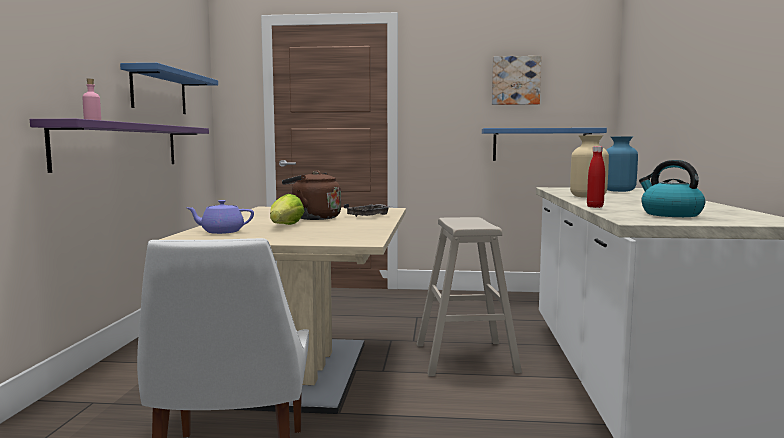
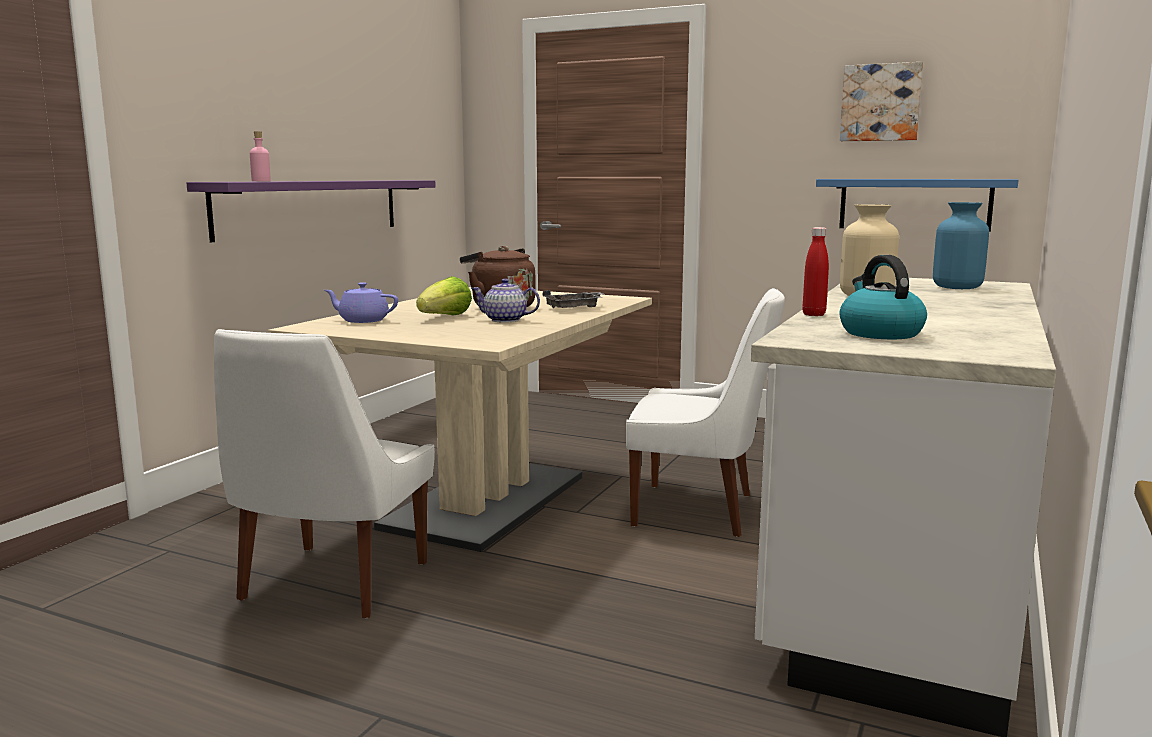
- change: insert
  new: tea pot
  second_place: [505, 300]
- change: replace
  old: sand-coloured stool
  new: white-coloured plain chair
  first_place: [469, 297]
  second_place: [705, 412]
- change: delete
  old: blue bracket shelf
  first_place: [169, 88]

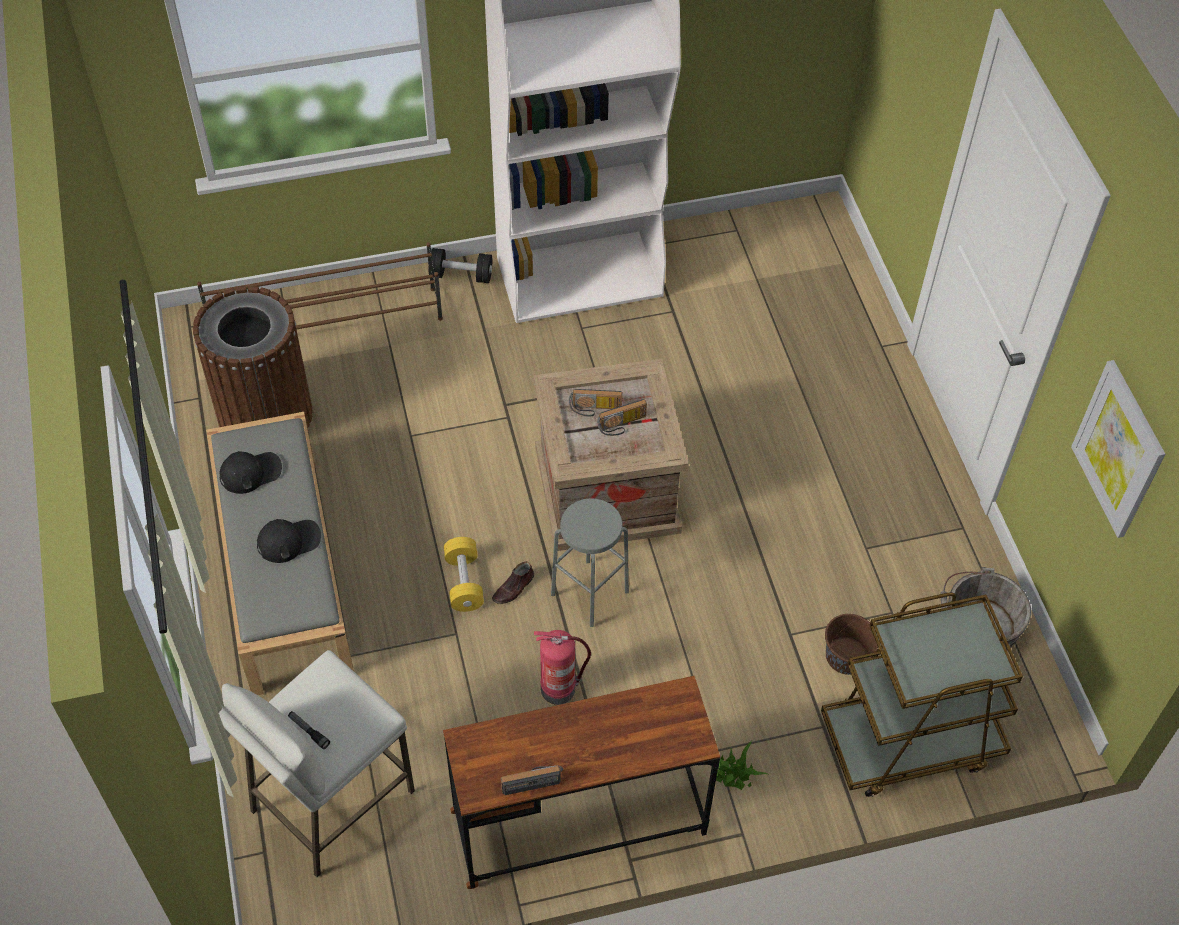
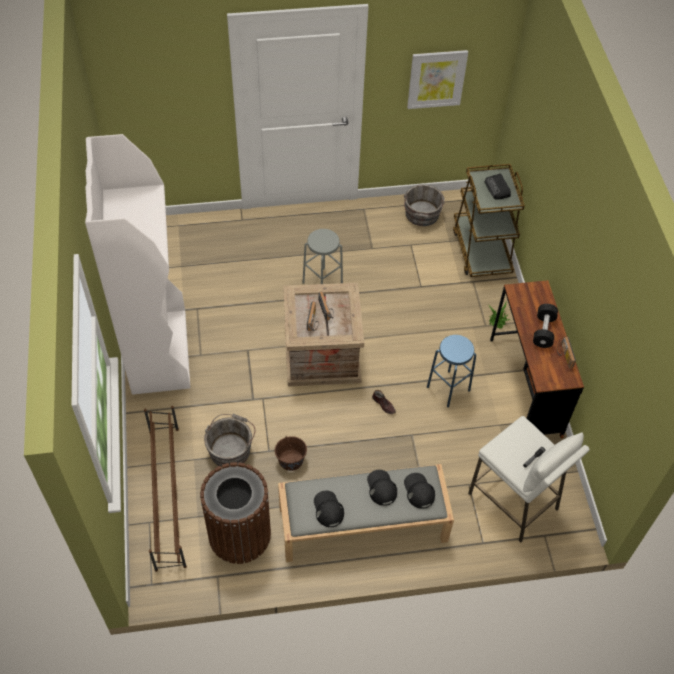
- change: insert
  new: grey bucket
  second_place: [229, 440]
- change: move
  old: brownish bucket
  first_place: [851, 644]
  second_place: [291, 453]
- change: move
  old: grey stool
  first_place: [590, 562]
  second_place: [322, 256]
- change: insert
  new: black-coloured cap
  second_place: [419, 491]
- change: replace
  old: fire extinguisher
  new: blue stool
  first_place: [562, 667]
  second_place: [451, 371]
- change: insert
  new: radio receiver
  second_place: [498, 187]
- change: move
  old: black-coloured dumbbell
  first_place: [461, 265]
  second_place: [545, 326]
- change: delete
  old: yellow dumbbell
  first_place: [464, 574]

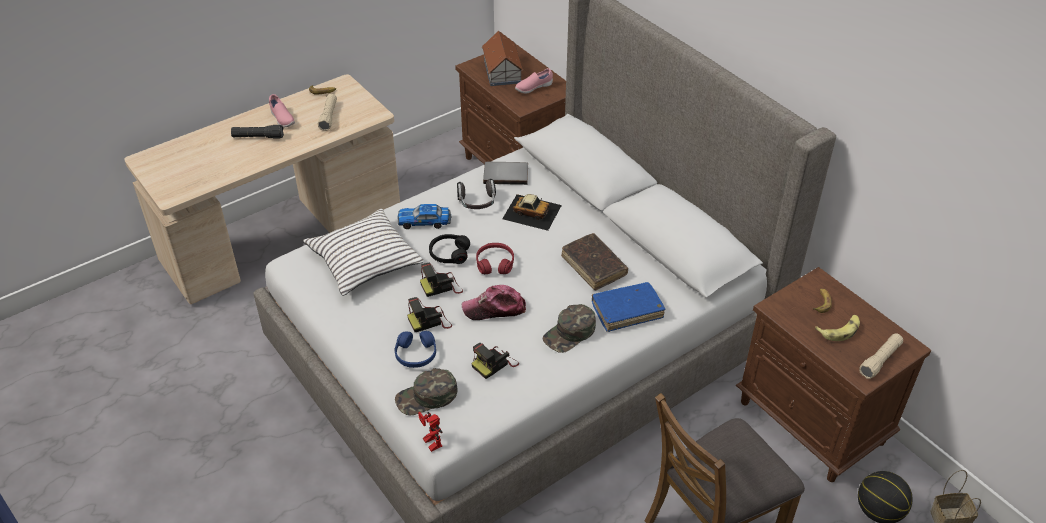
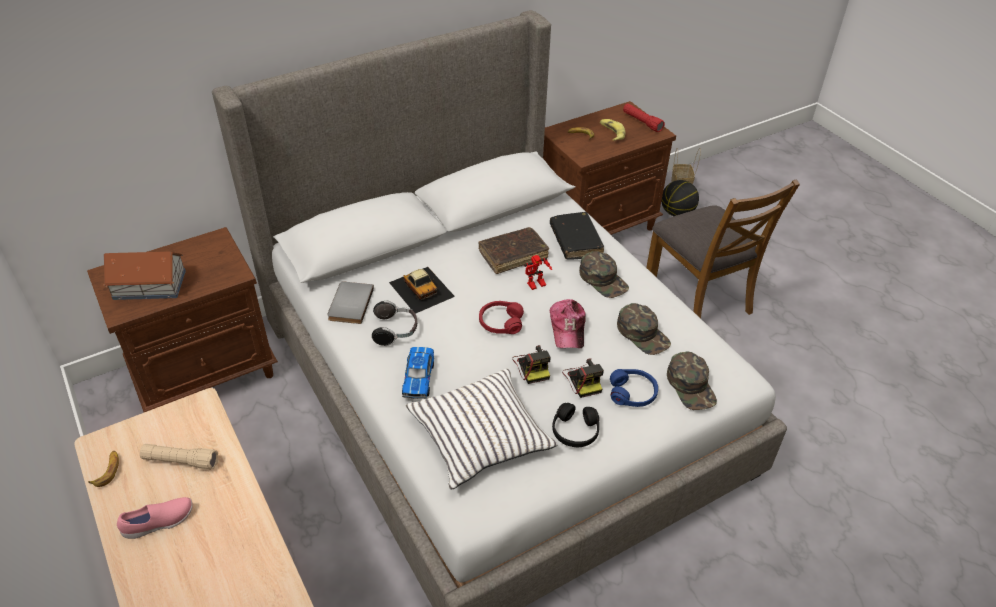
- change: rotate
  old: model car
  first_place: [532, 212]
  second_place: [422, 290]
  degrees: 120
- change: move
  old: toy robot
  first_place: [430, 432]
  second_place: [538, 272]
- change: recolor
  old: blue volume
  new: black-coloured volume
  first_place: [628, 307]
  second_place: [577, 236]
- change: move
  old: black-coloured headphones
  first_place: [449, 249]
  second_place: [575, 425]
- change: replace
  old: photo camera
  new: green cap
  first_place: [495, 361]
  second_place: [644, 329]
- change: recolor
  old: sand-coloured torch
  new: reddish torch
  first_place: [881, 356]
  second_place: [644, 117]
- change: delete
  old: black-coloured torch
  first_place: [257, 132]
- change: delete
  old: pink-coloured shoe
  first_place: [534, 81]

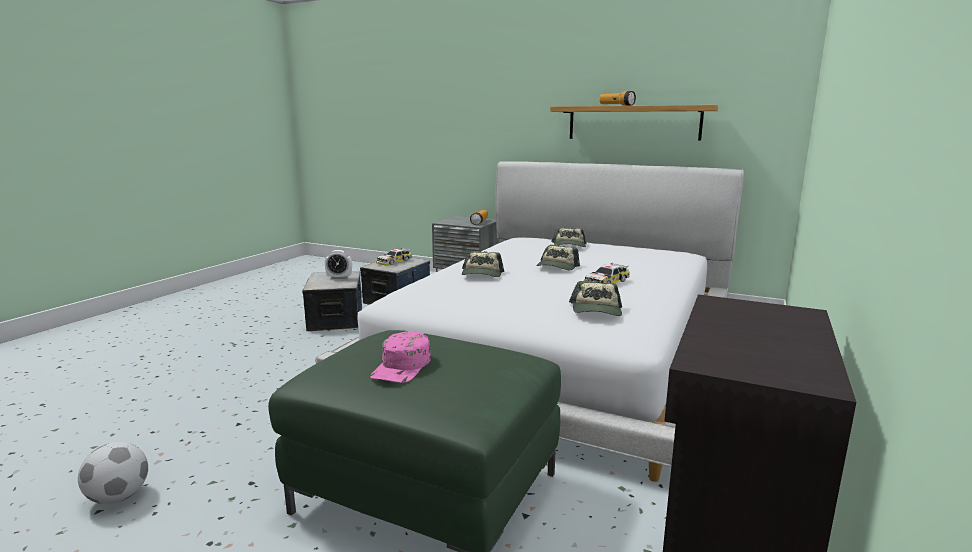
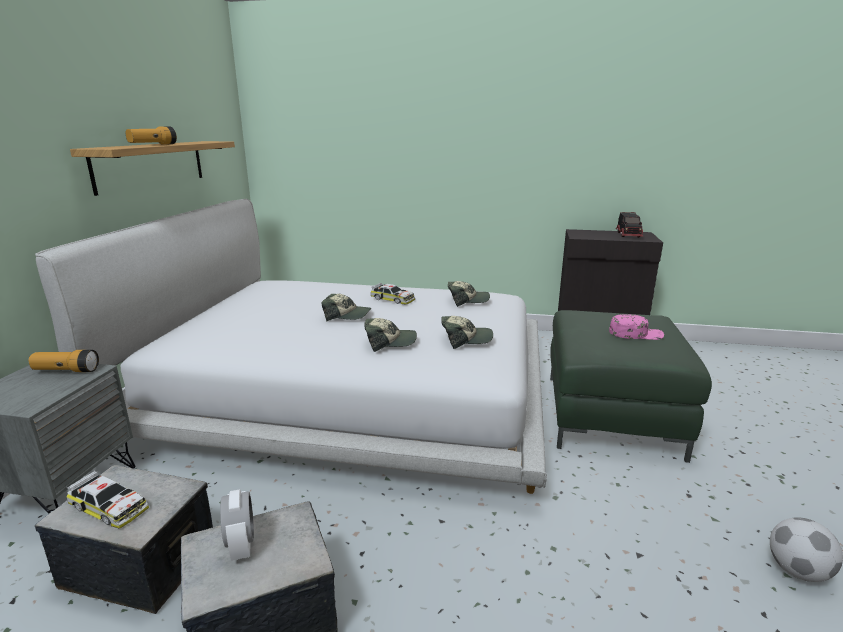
- change: move
  old: cap
  first_place: [569, 237]
  second_place: [467, 332]
- change: insert
  new: model truck
  second_place: [629, 224]

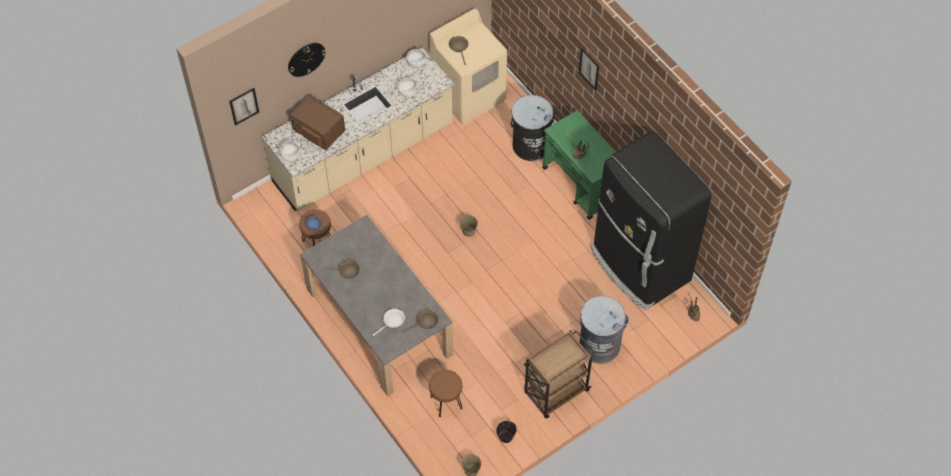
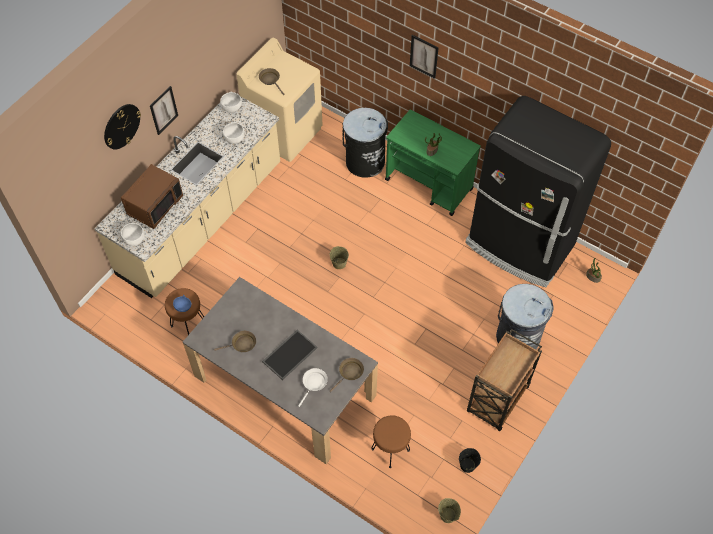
- change: rotate
  old: brownish microwave oven
  first_place: [317, 122]
  second_place: [152, 196]
  degrees: 105
- change: move
  old: wall art
  first_place: [244, 107]
  second_place: [164, 110]
- change: insert
  new: serving tray
  second_place: [290, 355]

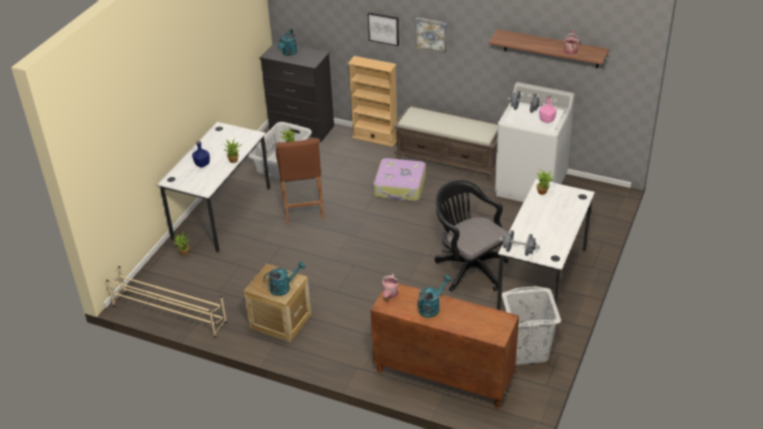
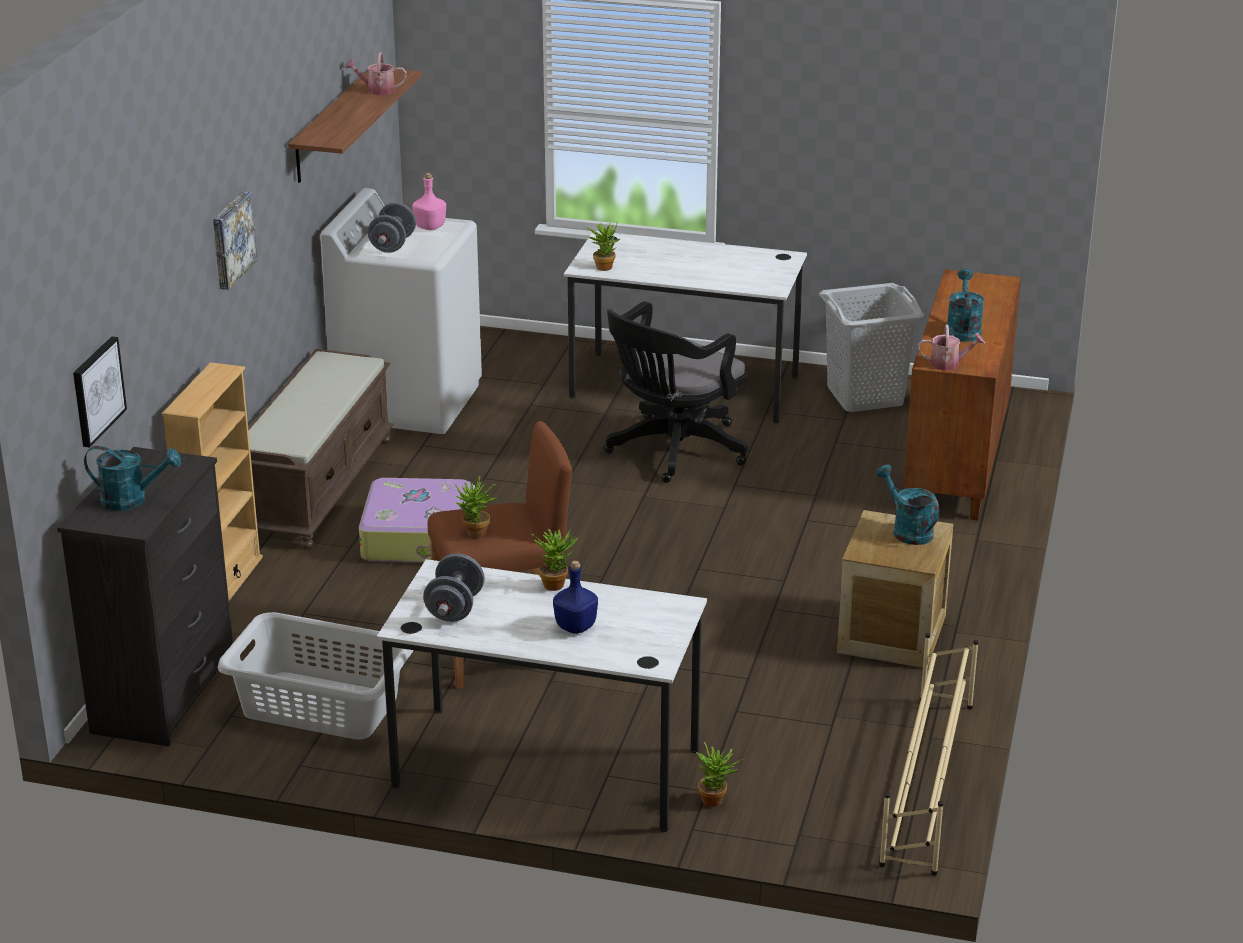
- change: move
  old: wall art
  first_place: [383, 29]
  second_place: [100, 391]
- change: move
  old: grey dumbbell
  first_place: [519, 243]
  second_place: [454, 587]
- change: rotate
  old: turquoise-coloured sprinkling can
  first_place: [434, 296]
  second_place: [965, 305]
  degrees: 60

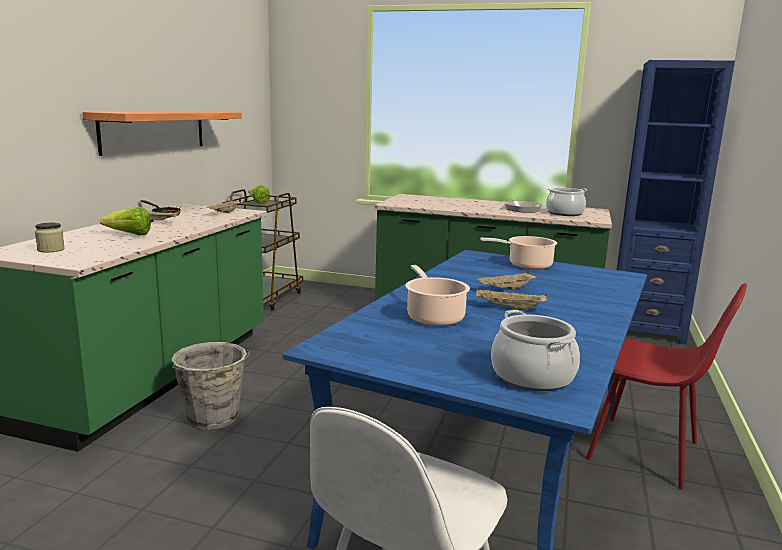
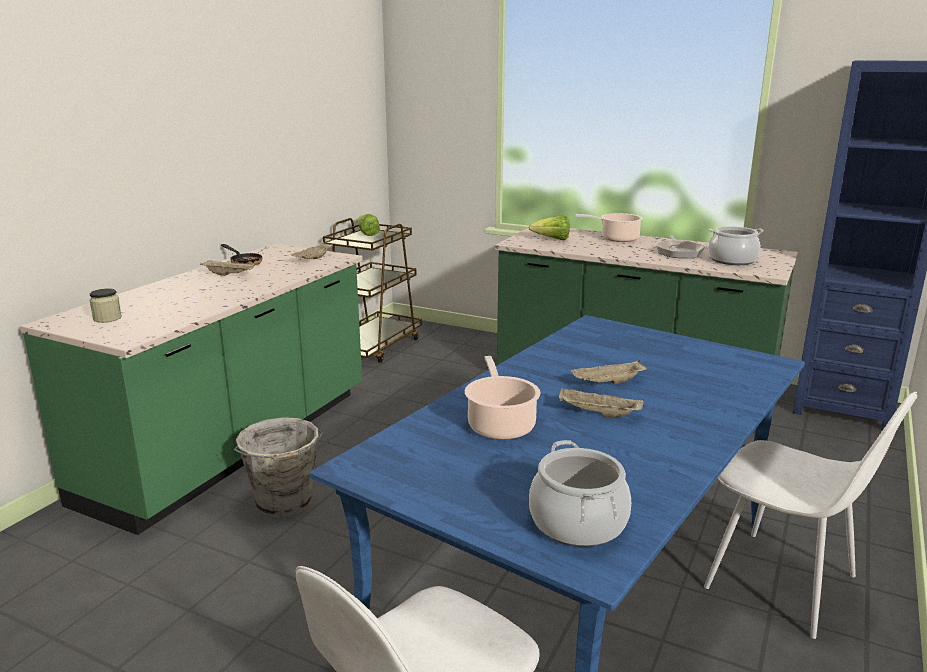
- change: move
  old: lettuce head
  first_place: [125, 221]
  second_place: [549, 227]
- change: move
  old: cooking pot
  first_place: [518, 253]
  second_place: [609, 227]
- change: recolor
  old: reddish plain chair
  new: white-coloured plain chair
  first_place: [666, 386]
  second_place: [810, 515]
- change: delete
  old: bracket shelf
  first_place: [162, 133]

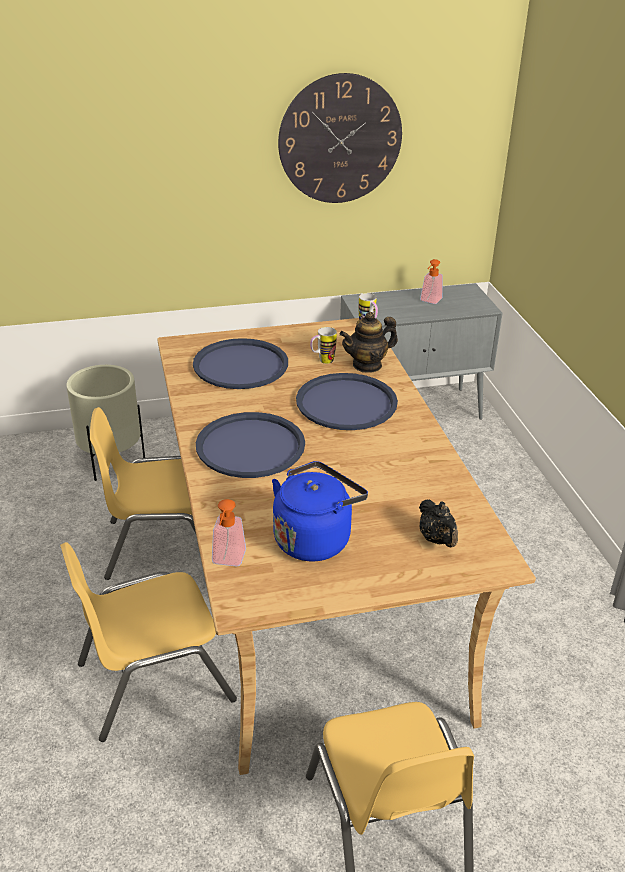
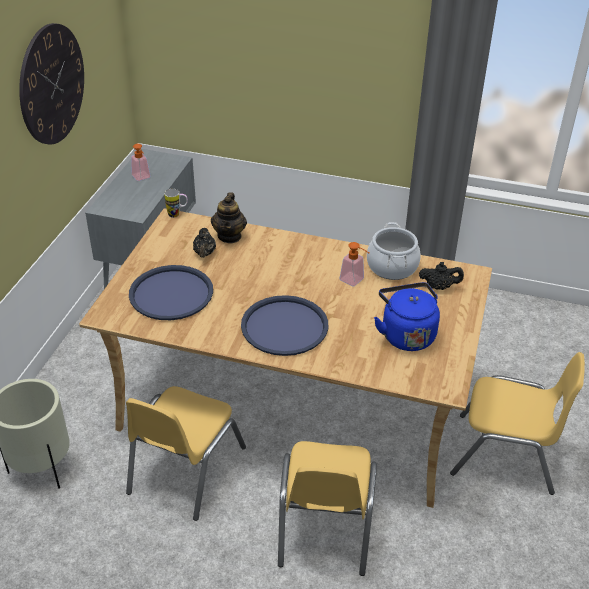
- change: replace
  old: coffee mug
  new: black-coloured tea pot
  first_place: [323, 345]
  second_place: [204, 243]
- change: move
  old: soap bottle
  first_place: [229, 533]
  second_place: [354, 264]
- change: insert
  new: cooking pot
  second_place: [394, 251]
- change: delete
  old: blue serving tray
  first_place: [347, 401]

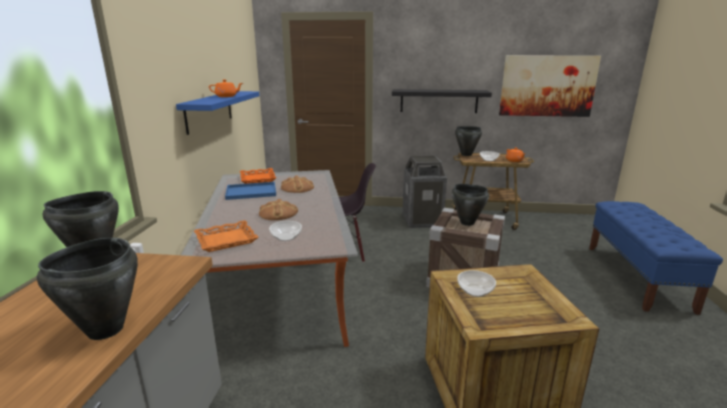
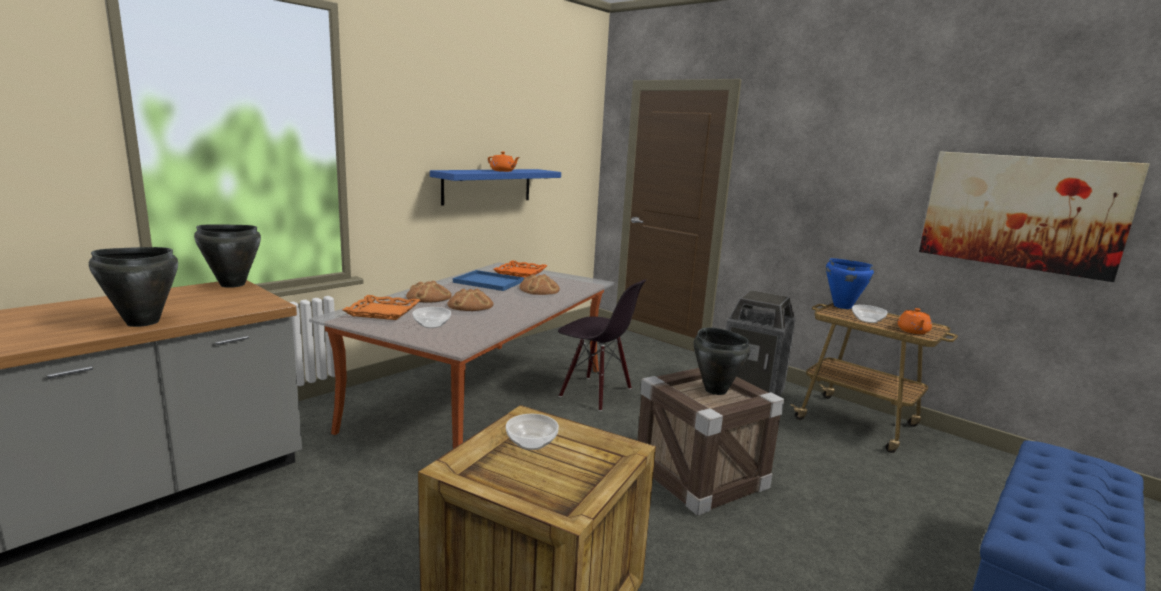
- change: insert
  new: bread
  second_place: [429, 292]
- change: recolor
  old: black-coloured cooking pot
  new: blue cooking pot
  first_place: [468, 141]
  second_place: [850, 283]
- change: delete
  old: black-coloured bracket shelf
  first_place: [442, 101]

